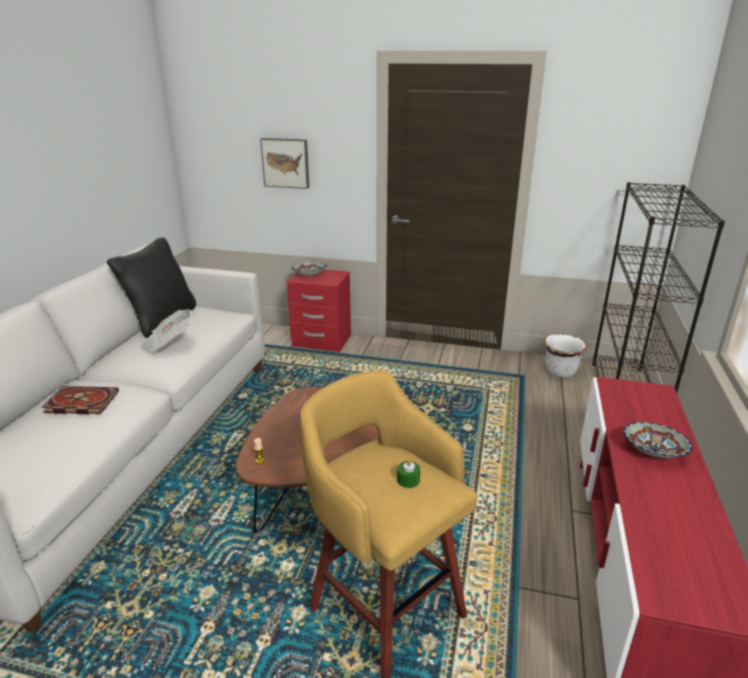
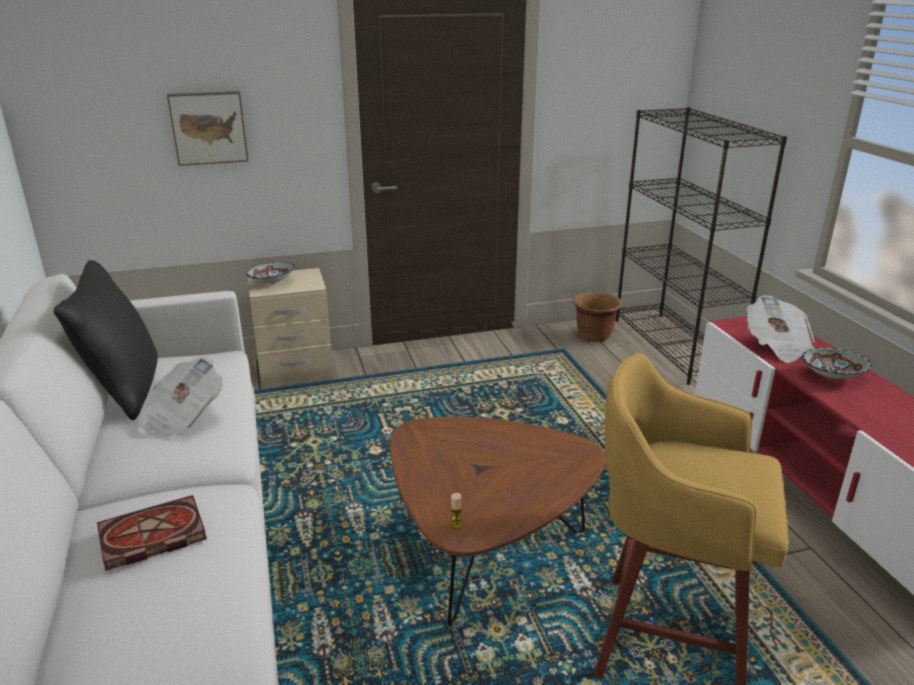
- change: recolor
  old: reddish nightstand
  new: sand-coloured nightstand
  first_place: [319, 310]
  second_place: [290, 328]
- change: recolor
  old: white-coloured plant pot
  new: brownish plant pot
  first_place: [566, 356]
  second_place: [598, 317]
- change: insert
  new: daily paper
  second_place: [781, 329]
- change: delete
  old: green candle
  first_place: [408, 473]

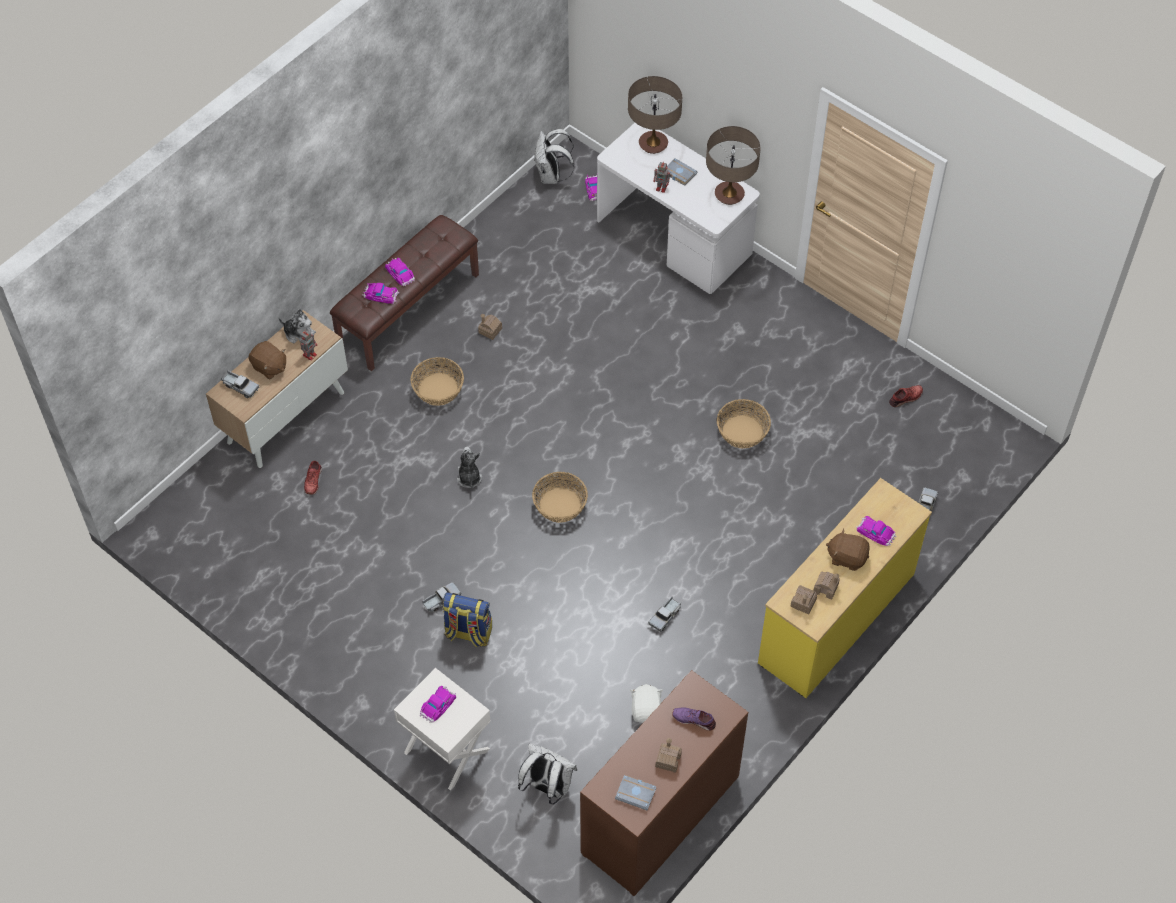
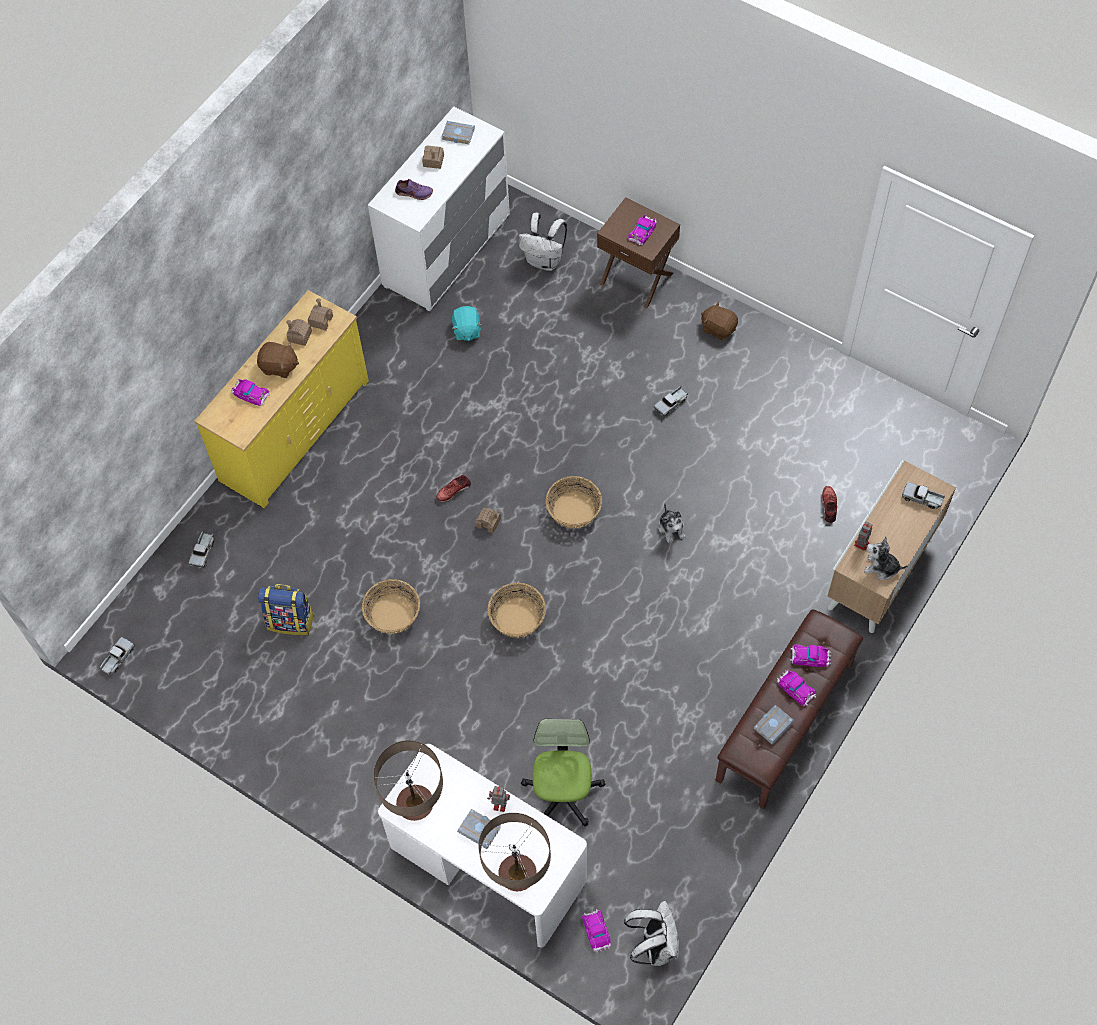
- change: move
  old: model truck
  first_place: [664, 614]
  second_place: [117, 656]
- change: move
  old: knapsack
  first_place: [467, 620]
  second_place: [285, 610]
- change: recolor
  old: brownish drawer chest
  new: white-coloured drawer chest
  first_place: [664, 783]
  second_place: [439, 209]
- change: move
  old: reddish shoe
  first_place: [906, 396]
  second_place: [453, 488]
- change: recolor
  old: white-coloured plush toy
  new: turquoise-coloured plush toy
  first_place: [646, 703]
  second_place: [467, 323]
- change: move
  old: miniature house
  first_place: [490, 327]
  second_place: [488, 520]
- change: move
  old: basket
  first_place: [437, 381]
  second_place: [517, 610]
- change: insert
  new: office chair
  second_place: [563, 772]
- change: recolor
  old: white-coloured nightstand
  new: brownish nightstand
  first_place: [442, 729]
  second_place: [638, 253]
- change: move
  old: brownish plush toy
  first_place: [267, 360]
  second_place: [719, 321]
- change: insert
  new: grey volume
  second_place: [774, 724]

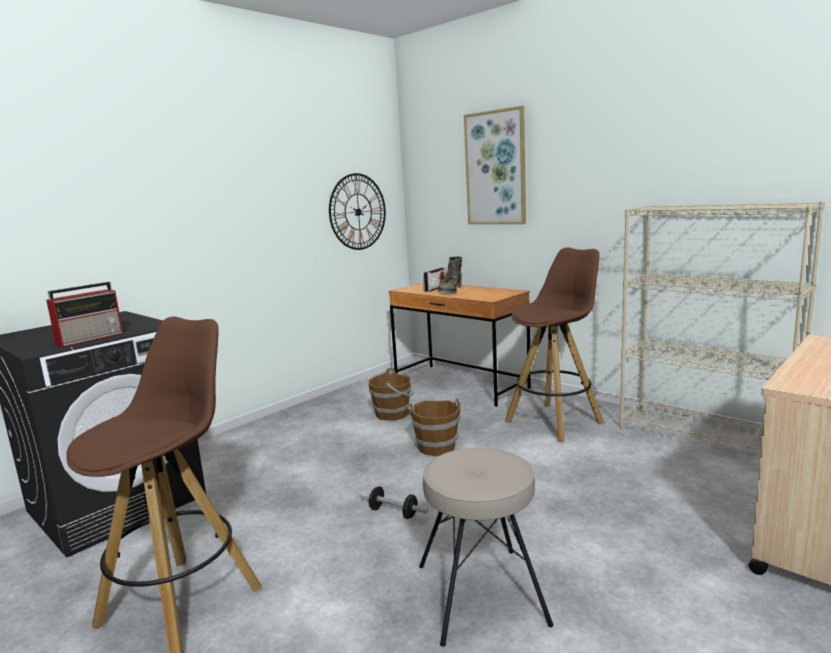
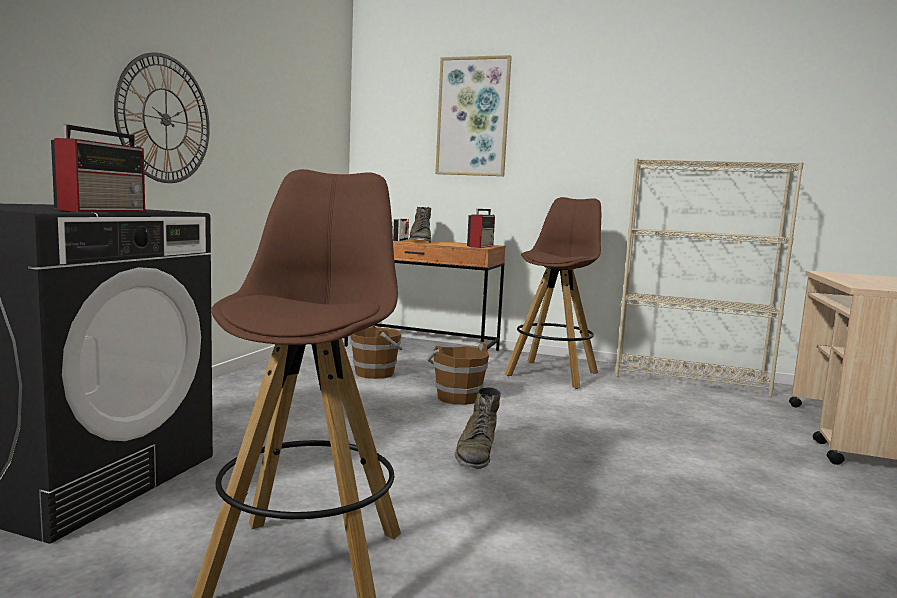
- change: move
  old: clock on the wall
  first_place: [357, 211]
  second_place: [162, 118]
- change: replace
  old: dumbbell
  new: green tall boot
  first_place: [394, 502]
  second_place: [477, 428]
- change: insert
  new: radio receiver
  second_place: [481, 228]
- change: delete
  old: sand-coloured stool
  first_place: [486, 547]

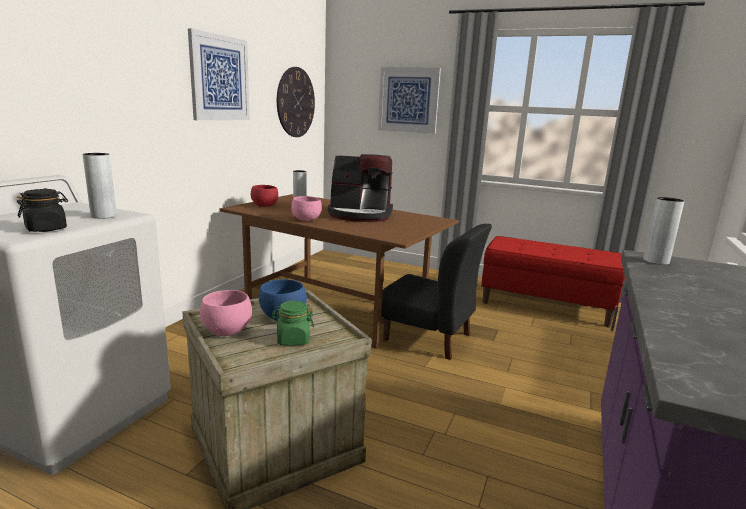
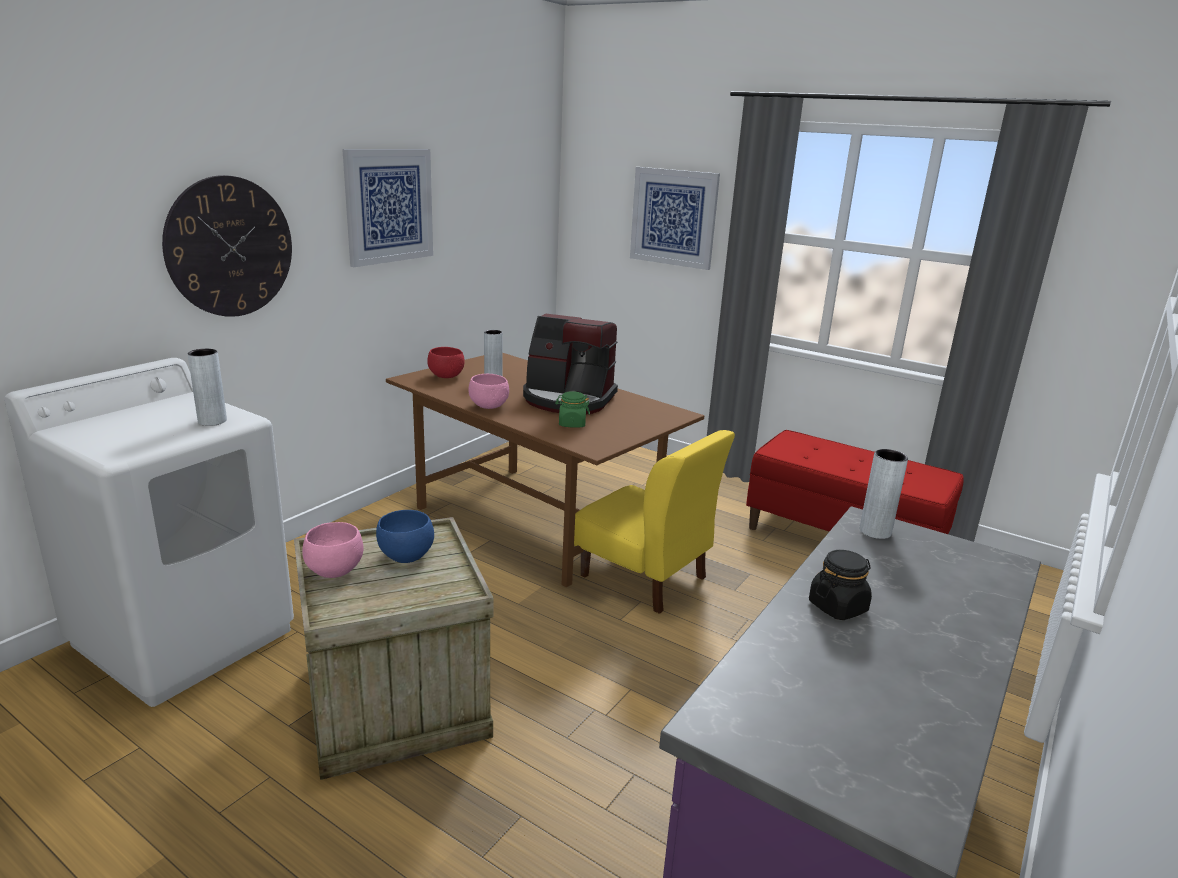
- change: move
  old: clock on the wall
  first_place: [296, 102]
  second_place: [227, 246]
- change: move
  old: green preserve jar
  first_place: [292, 323]
  second_place: [572, 409]
- change: recolor
  old: black-coloured plain chair
  new: yellow plain chair
  first_place: [436, 292]
  second_place: [654, 522]
- change: move
  old: black-coloured preserve jar
  first_place: [42, 210]
  second_place: [840, 585]

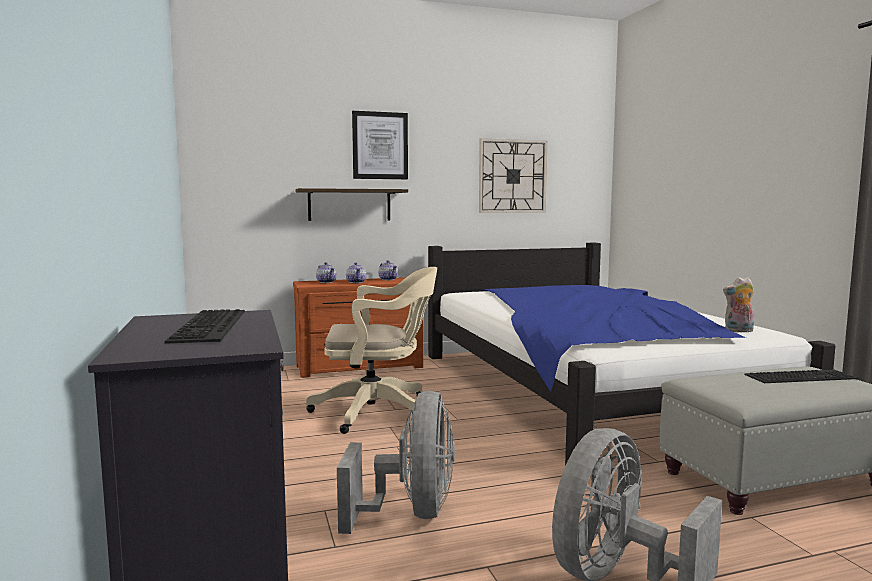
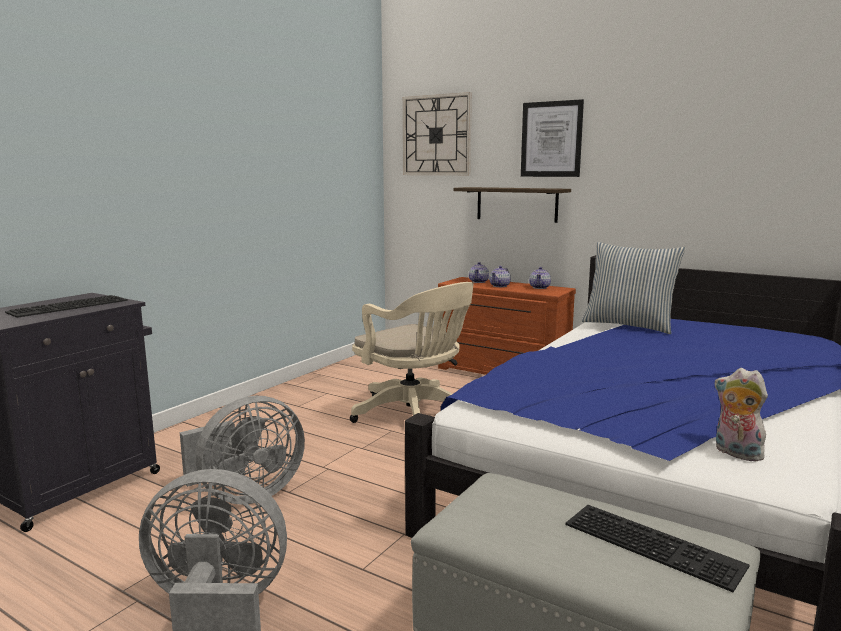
- change: move
  old: clock on the wall
  first_place: [513, 175]
  second_place: [437, 133]
- change: insert
  new: throw pillow
  second_place: [634, 288]

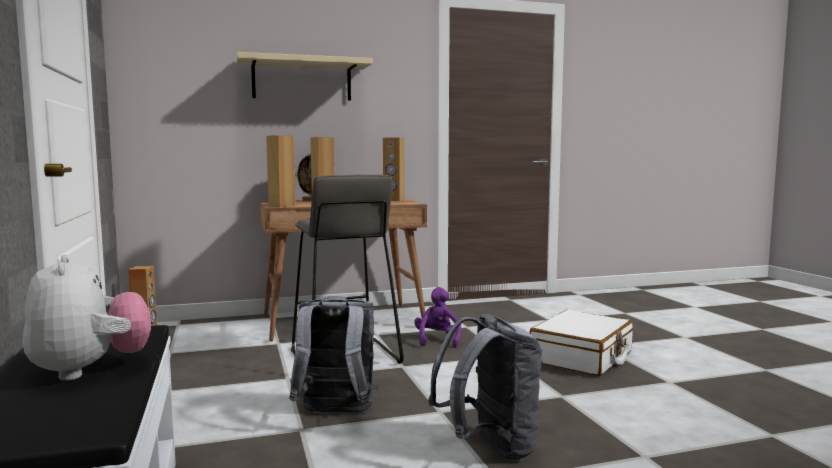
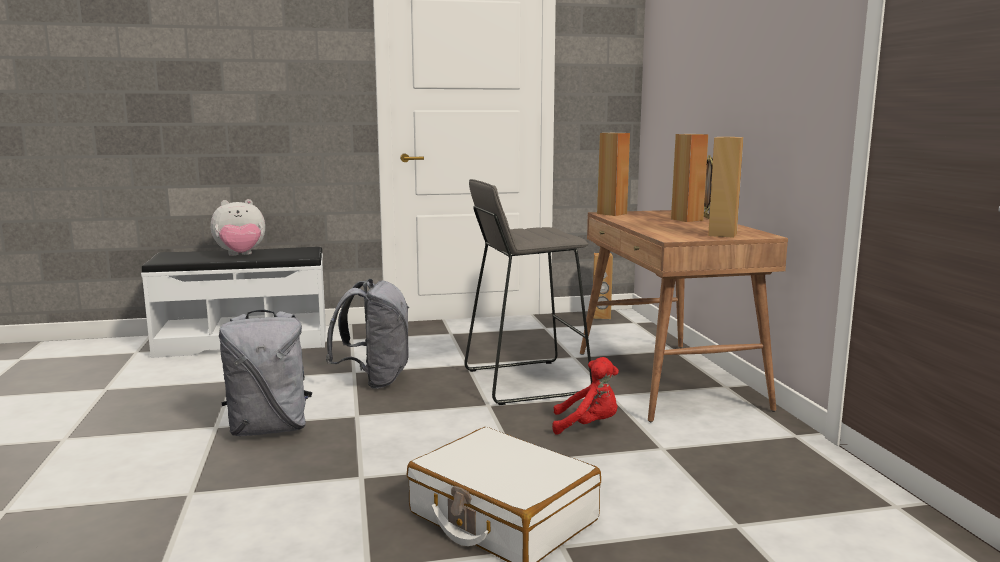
- change: recolor
  old: purplish plush toy
  new: reddish plush toy
  first_place: [437, 317]
  second_place: [585, 396]
- change: delete
  old: sand-coloured bracket shelf
  first_place: [304, 76]

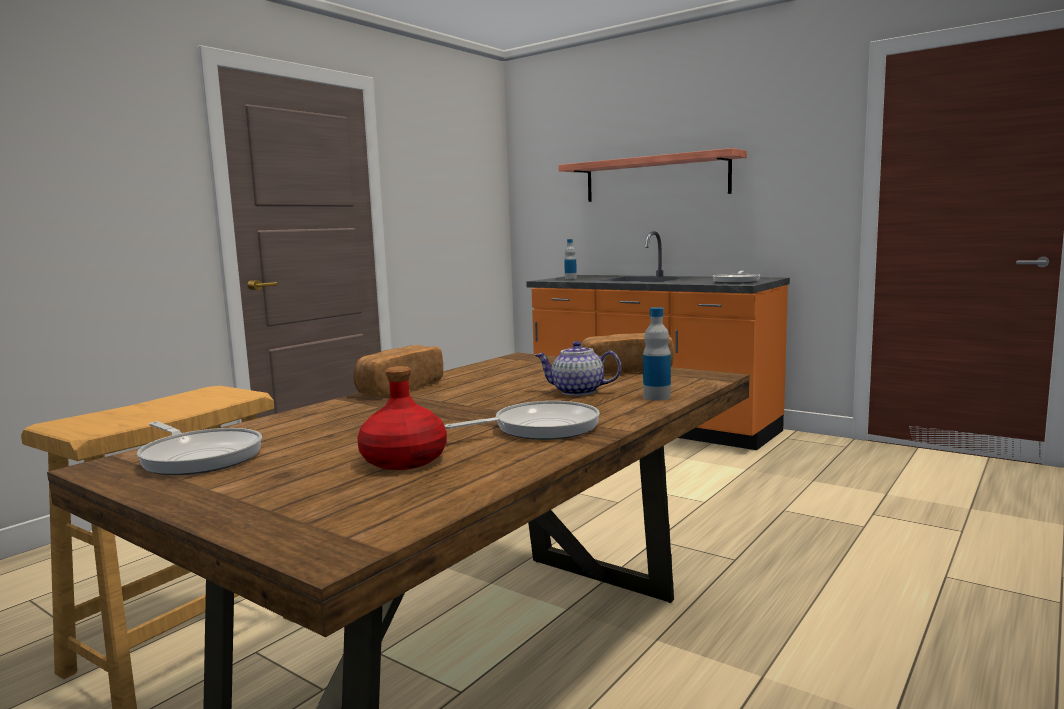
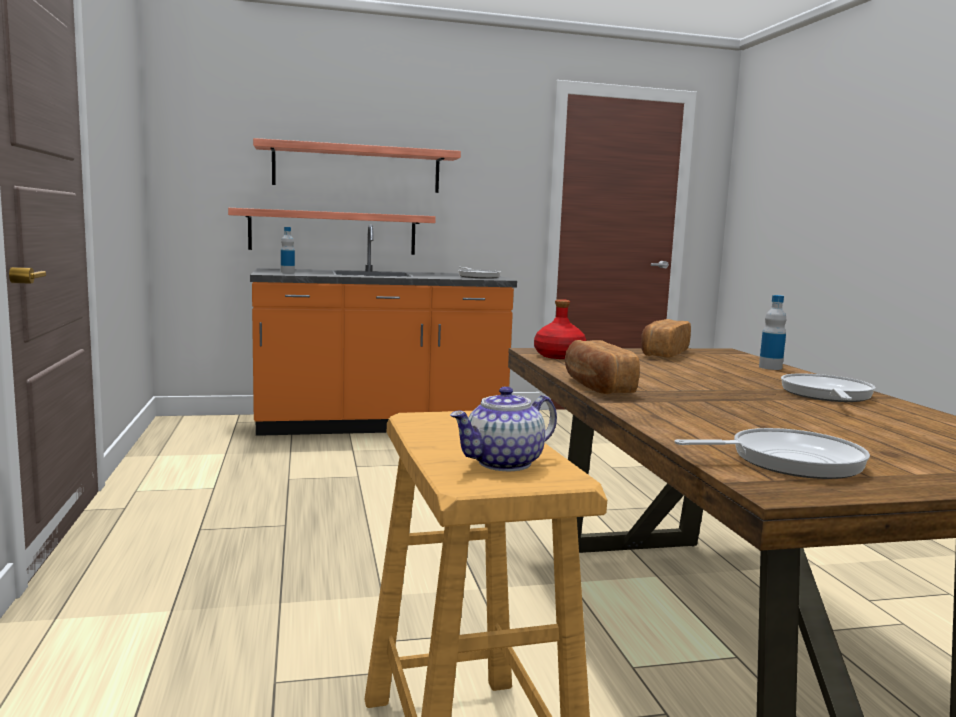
- change: insert
  new: bracket shelf
  second_place: [332, 231]
- change: move
  old: tea pot
  first_place: [578, 368]
  second_place: [503, 428]
- change: move
  old: reddish beverage bottle
  first_place: [402, 418]
  second_place: [560, 329]

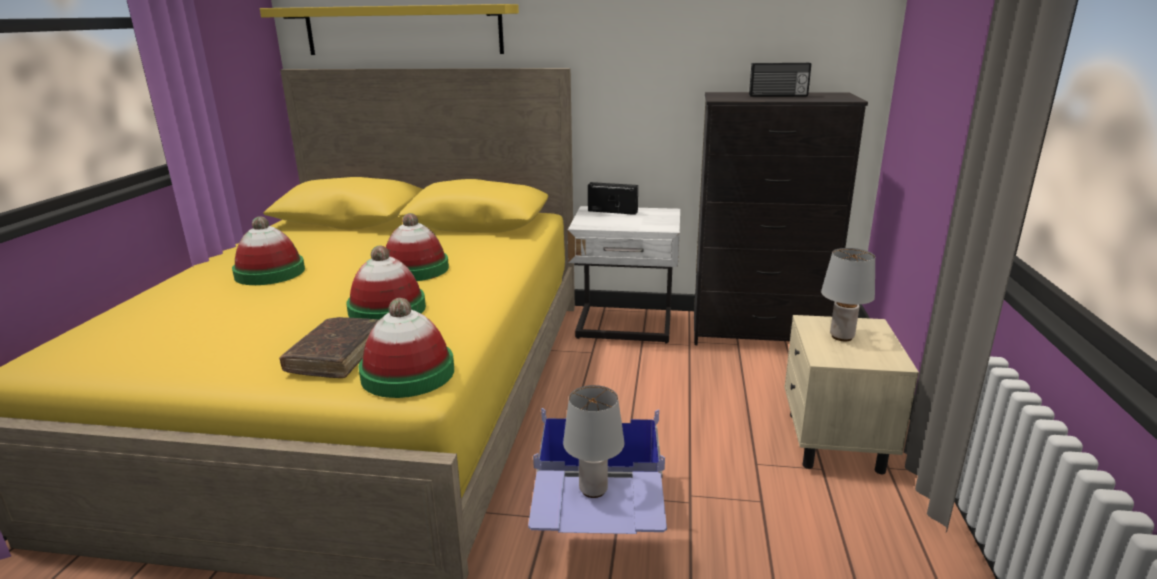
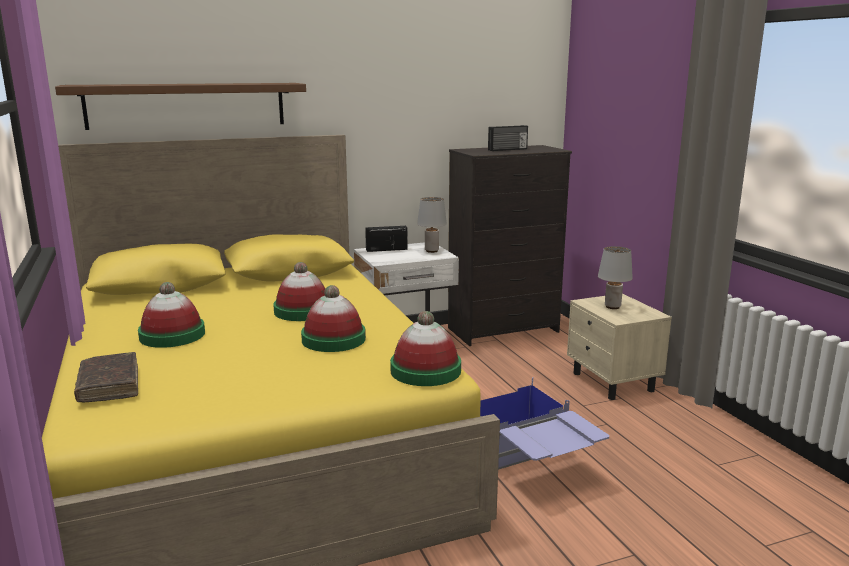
- change: recolor
  old: yellow bracket shelf
  new: brownish bracket shelf
  first_place: [389, 29]
  second_place: [180, 106]
- change: move
  old: brownish volume
  first_place: [329, 347]
  second_place: [106, 377]
- change: move
  old: grey lamp for a table
  first_place: [593, 441]
  second_place: [432, 225]

